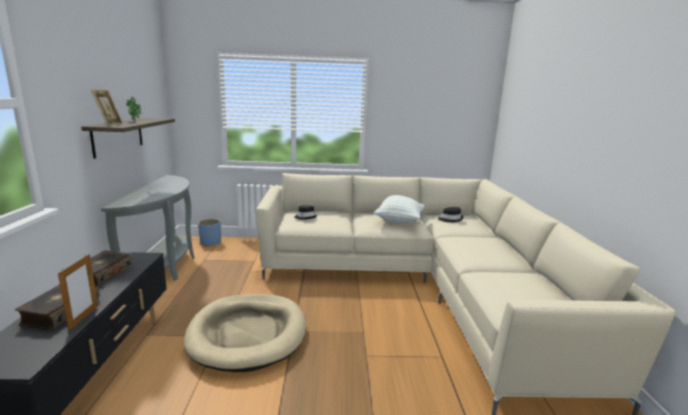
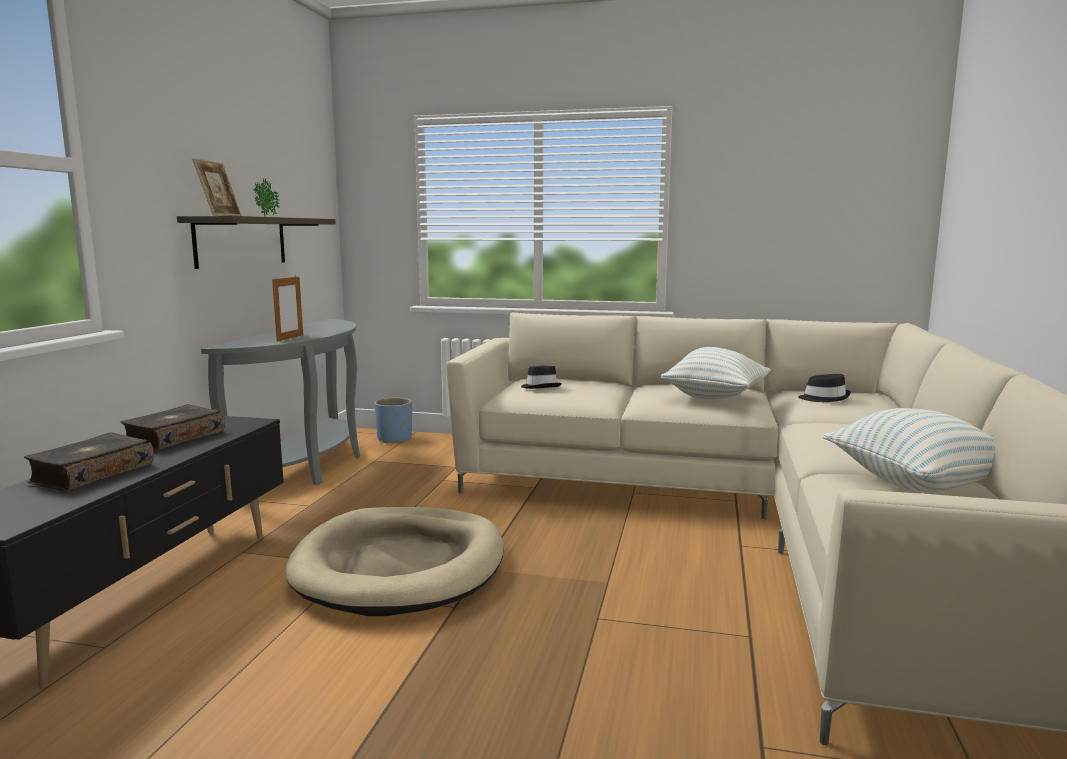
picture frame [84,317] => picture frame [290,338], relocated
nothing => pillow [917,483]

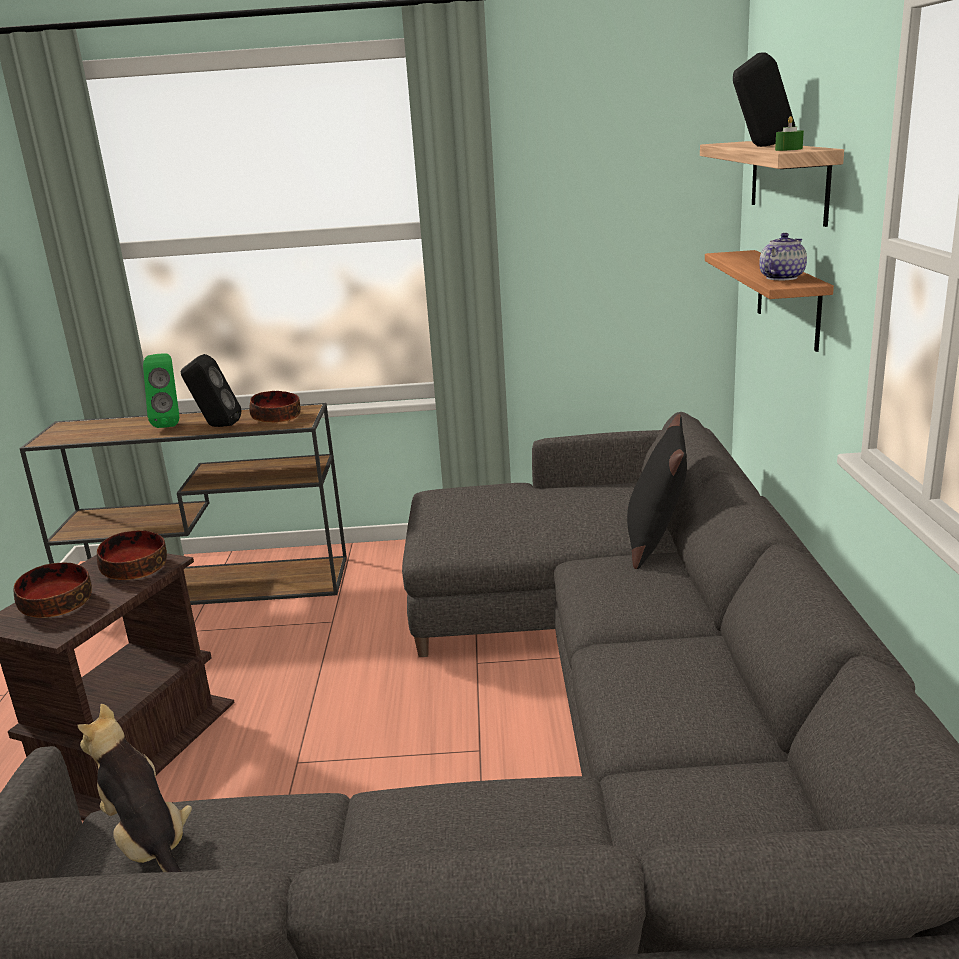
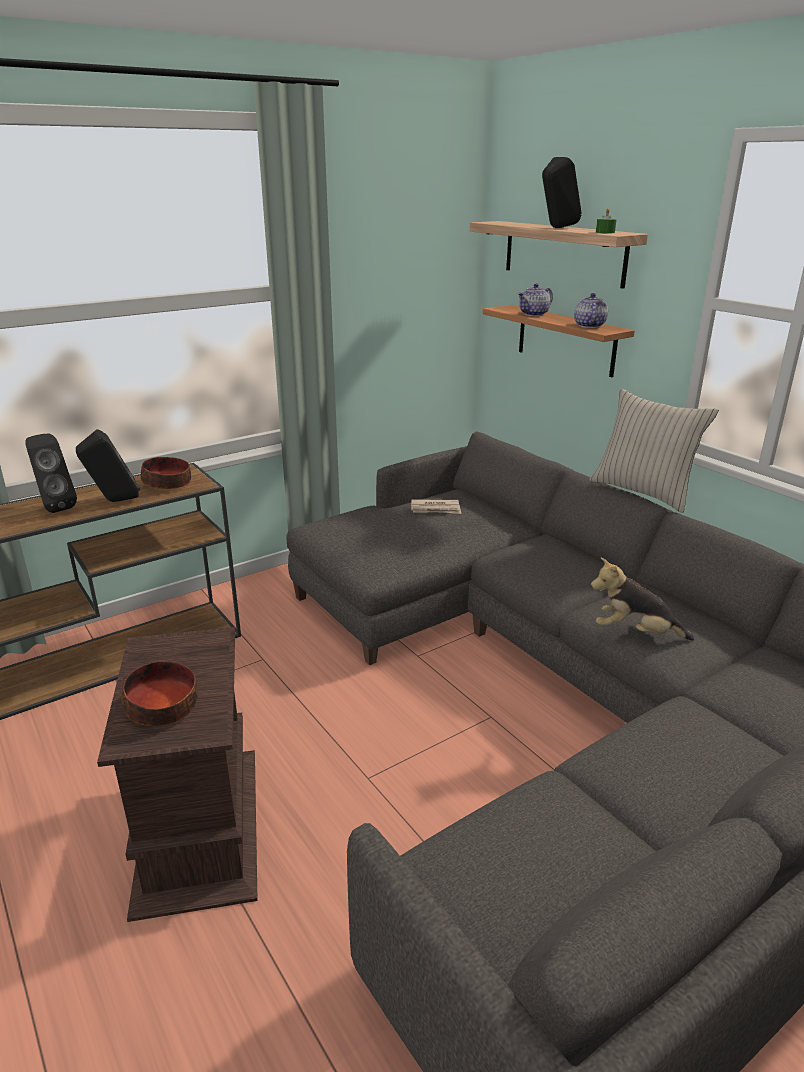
green speaker [170,424] => black speaker [55,507]
black pillow [656,542] => nothing
bowl [134,569] => nothing
plush toy [149,844] => plush toy [635,632], relocated
nothing => teapot [534,314]
nothing => beige pillow [643,492]
nothing => newspaper [436,509]

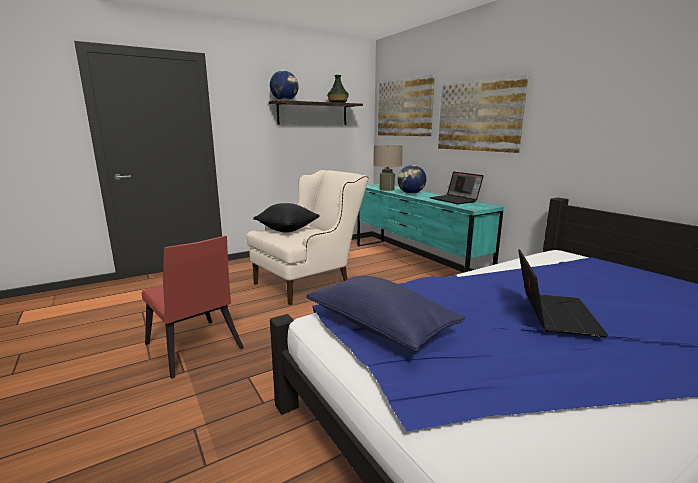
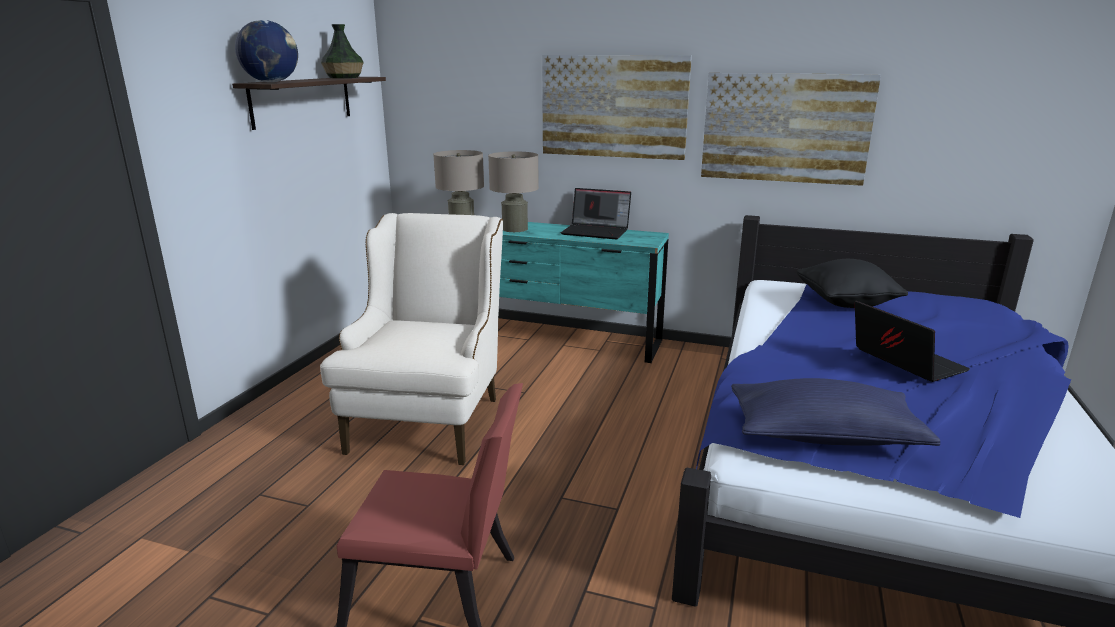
picture [404,107] => picture [785,128], relocated
globe [411,193] => beige table lamp [515,229]
black pillow [287,230] => black pillow [846,303], relocated

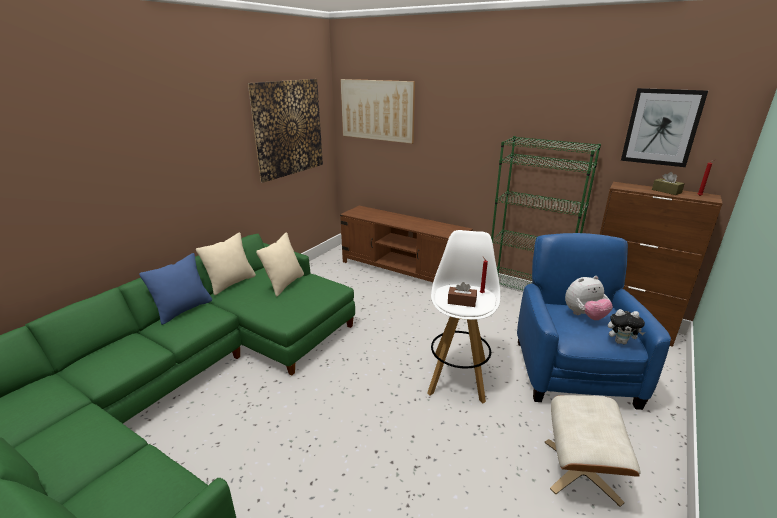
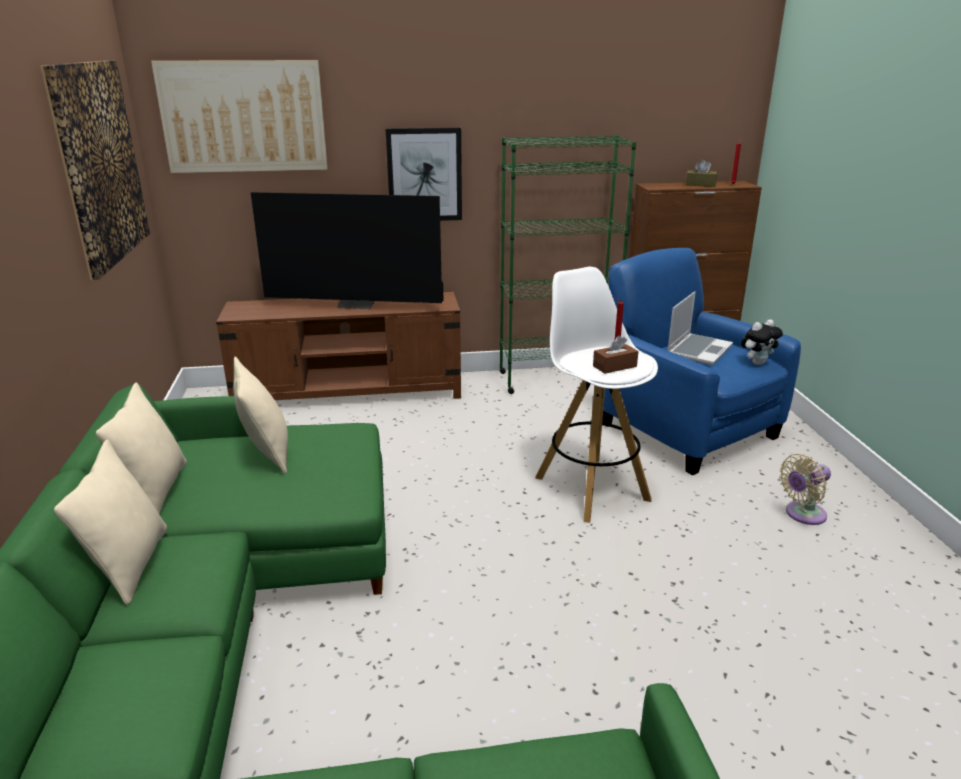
picture [661,127] => picture [424,175], relocated
blue pillow [183,310] => beige pillow [130,565]
plush toy [584,315] => laptop [698,350]
beige ottoman [581,471] => beige fan [802,514]
nothing => television [356,304]

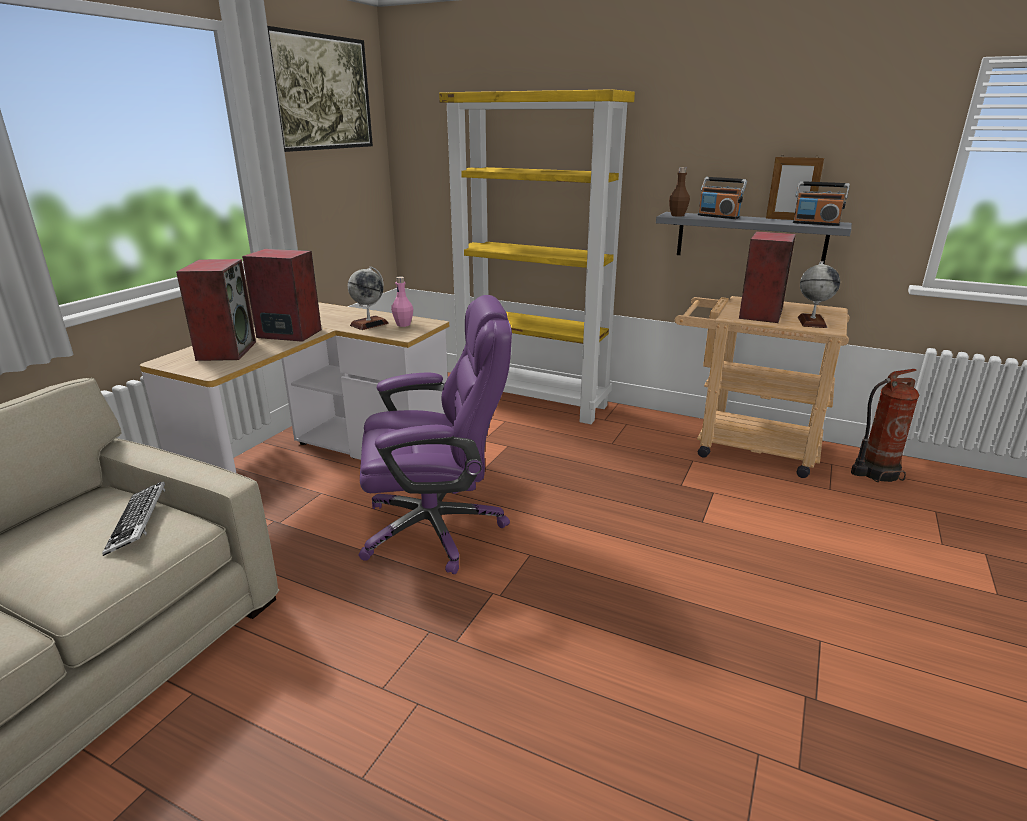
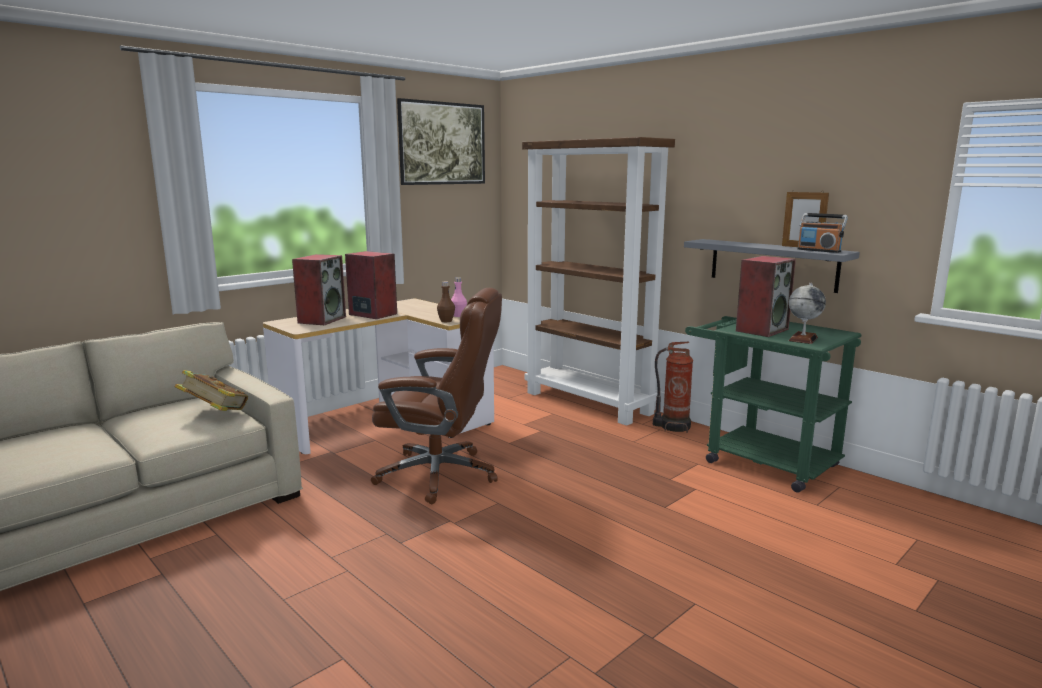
yellow bookcase [533,401] => brown bookcase [589,403]
brown bottle [677,215] => brown bottle [446,321], relocated
radio [718,216] => nothing
globe [369,324] => nothing
purple office chair [436,528] => brown office chair [440,475]
beige cart [744,446] => green cart [760,460]
fire extinguisher [875,473] => fire extinguisher [673,426], relocated
keyboard [138,522] => book [215,413]

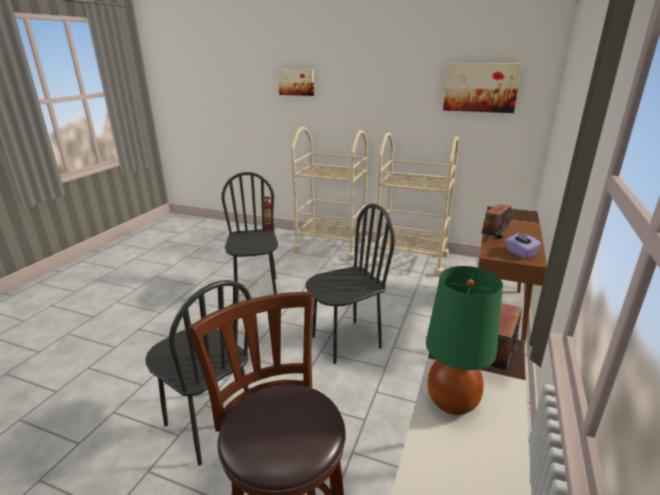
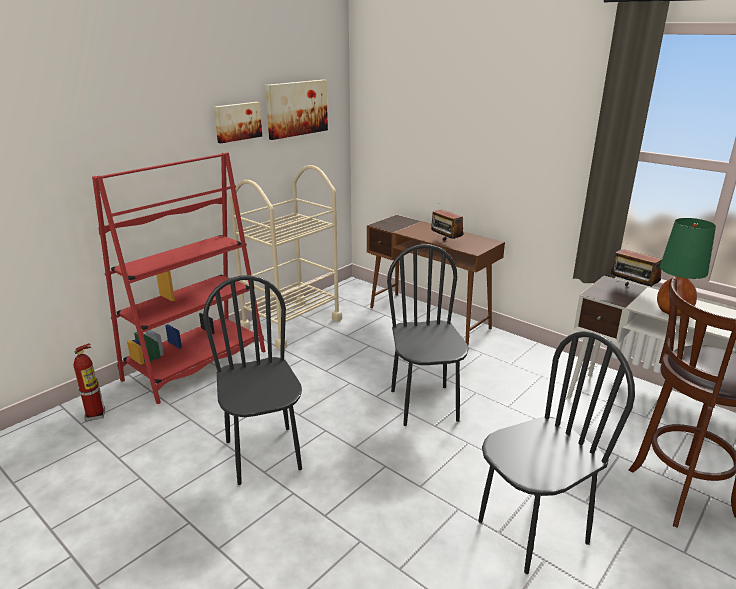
picture [296,82] => picture [237,121], relocated
beige cart [331,246] => red bookcase [196,365]
black chair [256,290] => black chair [264,454], 60 degrees clockwise
purple tissue box [520,253] => nothing

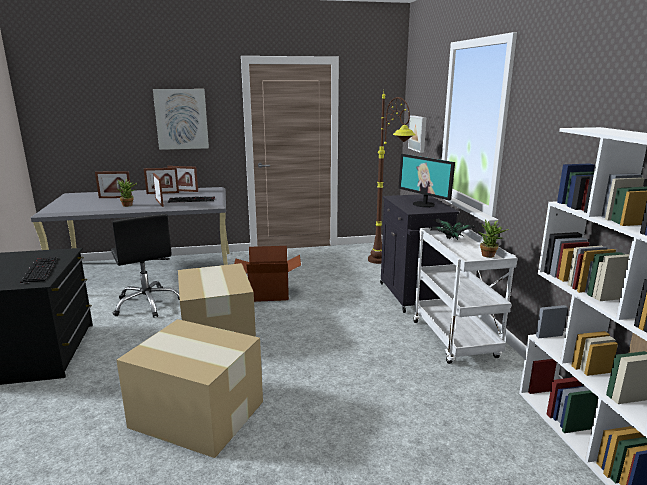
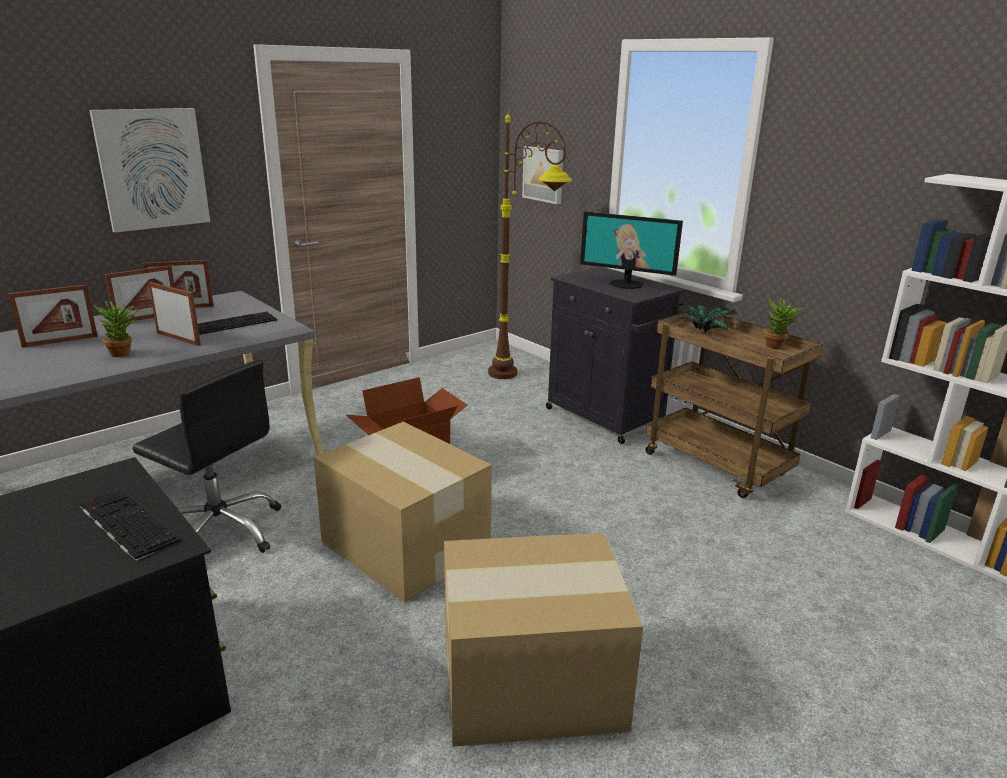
white cart [455,340] => brown cart [718,465]

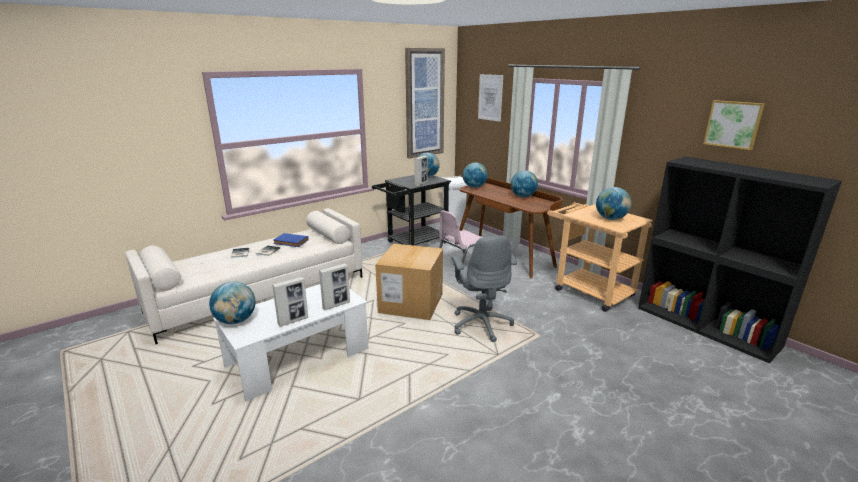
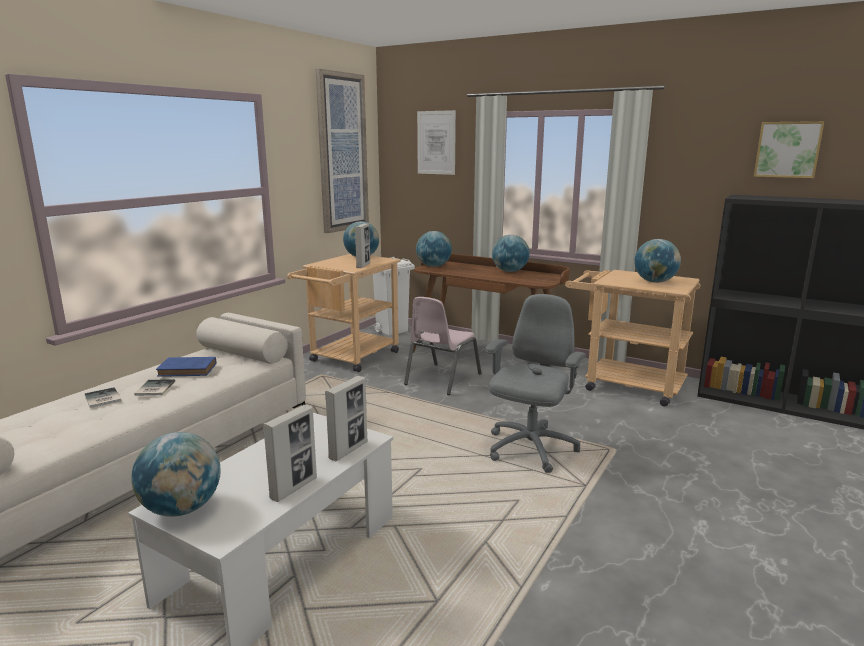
black cart [413,243] => beige cart [350,359]
grey office chair [481,324] => grey office chair [530,449], 120 degrees counterclockwise
cardboard box [411,303] => nothing

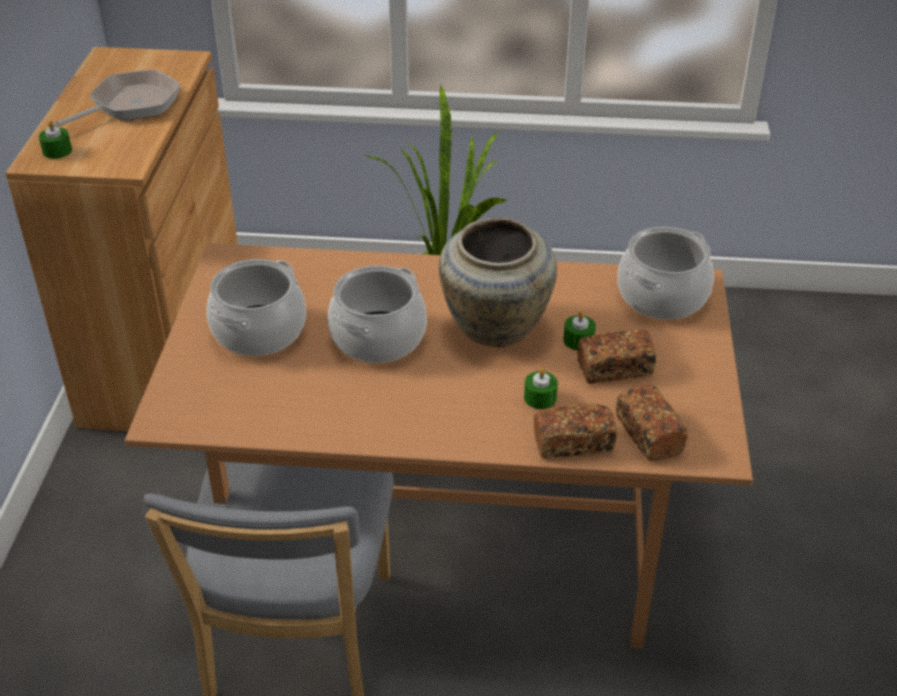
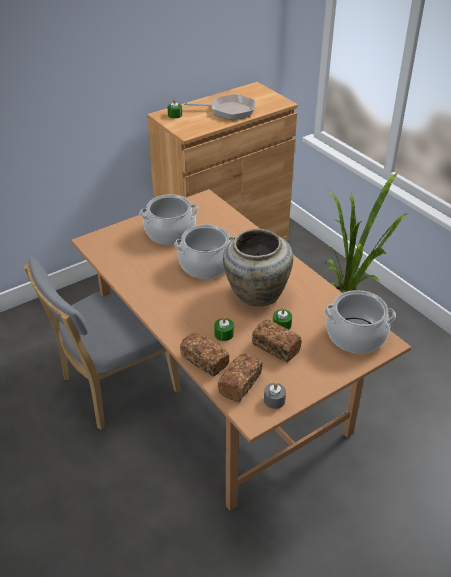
nothing => grey candle [274,400]

